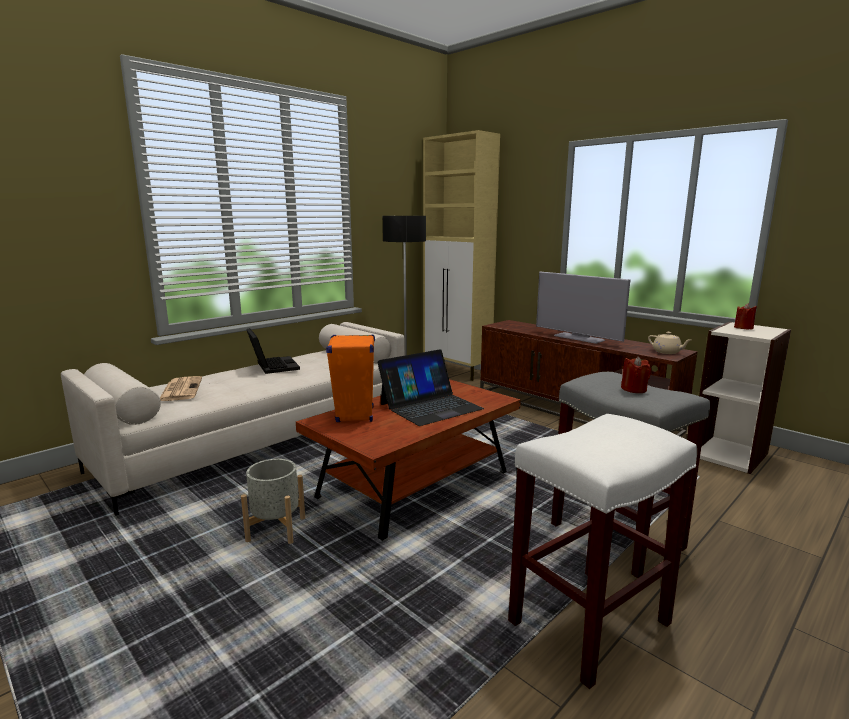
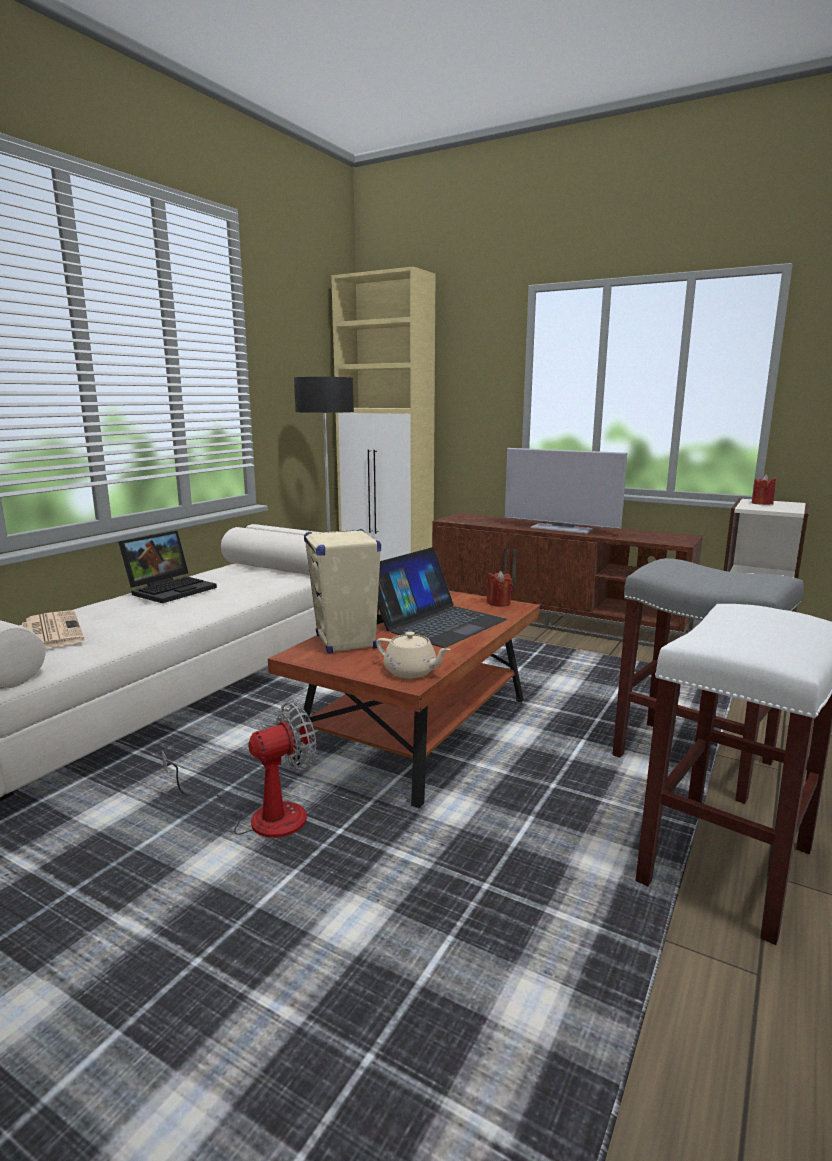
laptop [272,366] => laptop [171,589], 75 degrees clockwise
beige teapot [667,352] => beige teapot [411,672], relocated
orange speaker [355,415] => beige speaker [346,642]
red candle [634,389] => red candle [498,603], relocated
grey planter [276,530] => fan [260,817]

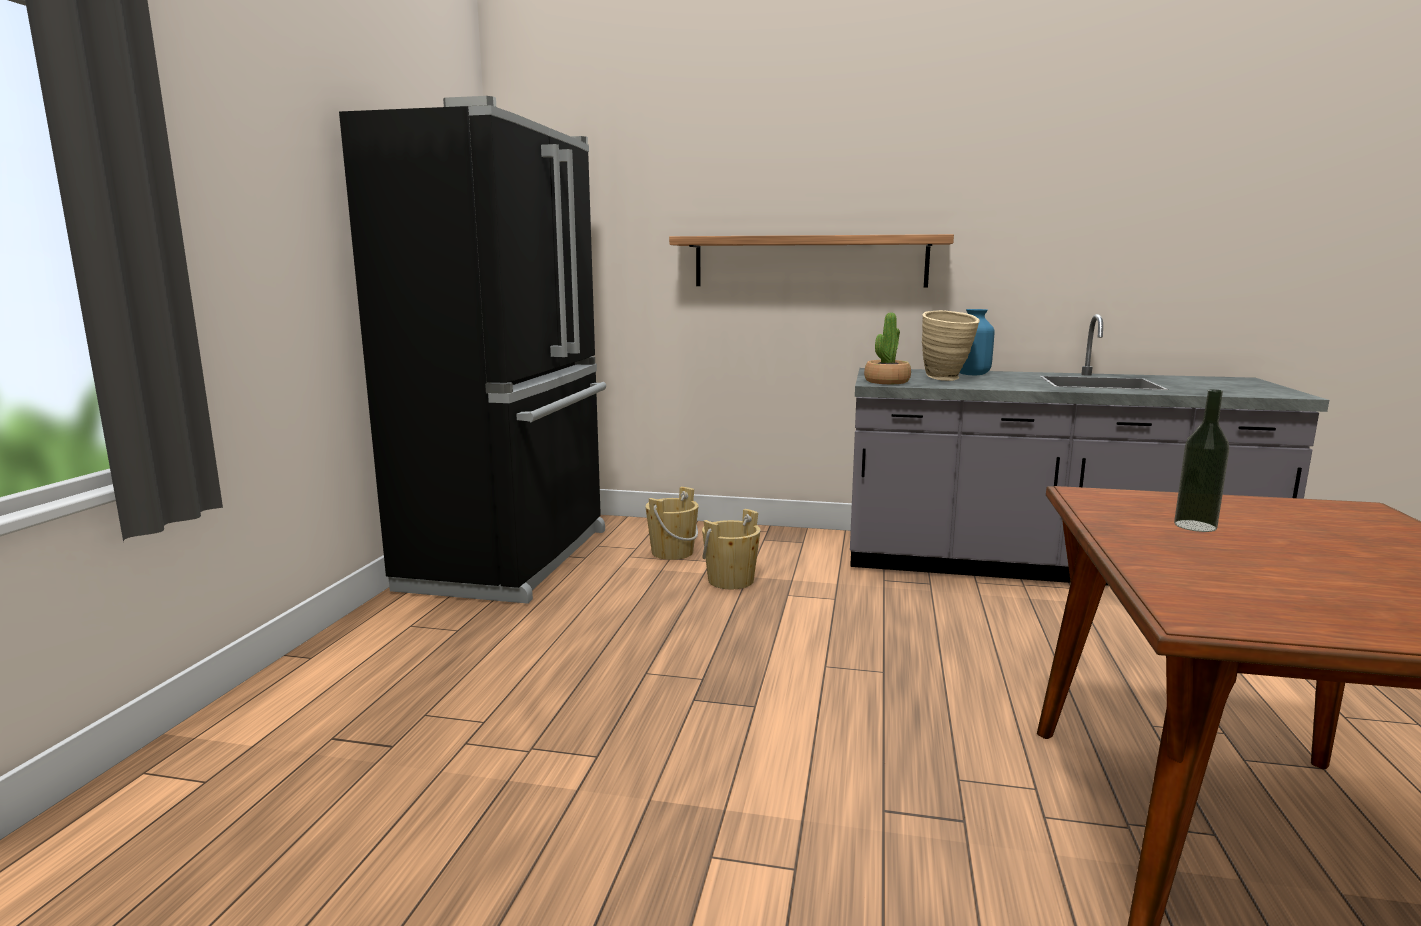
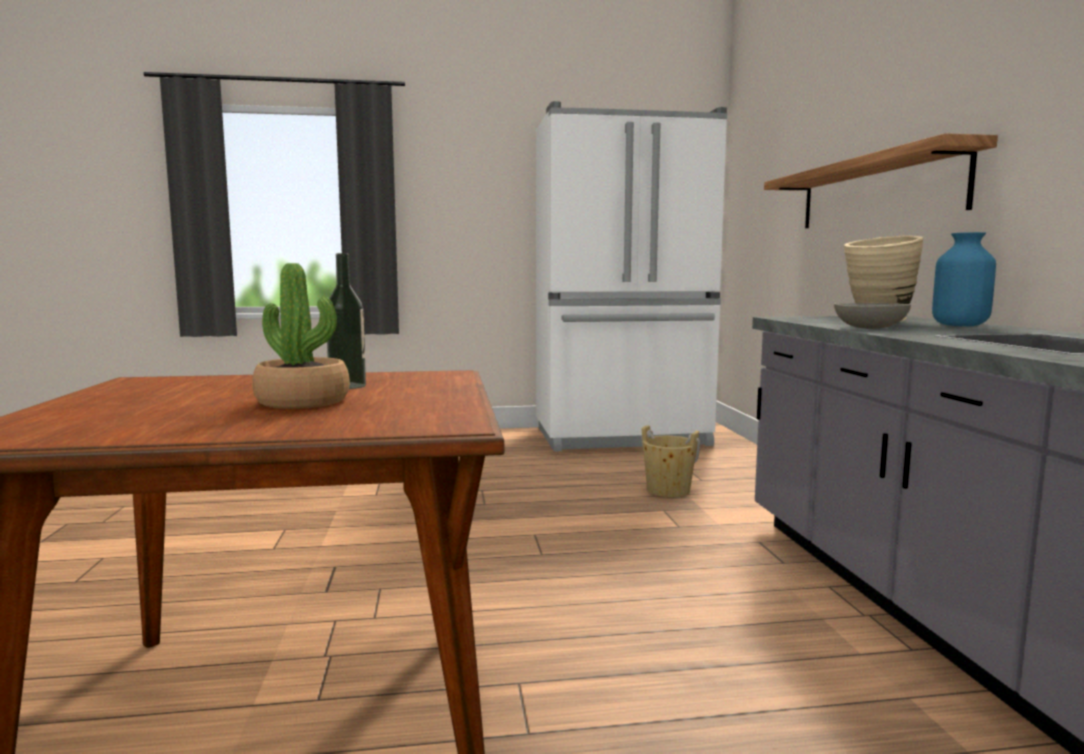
black fridge [512,558] => white fridge [623,437]
potted plant [886,381] => potted plant [303,401], relocated
beige bucket [672,552] => nothing
nothing => grey bowl [870,329]

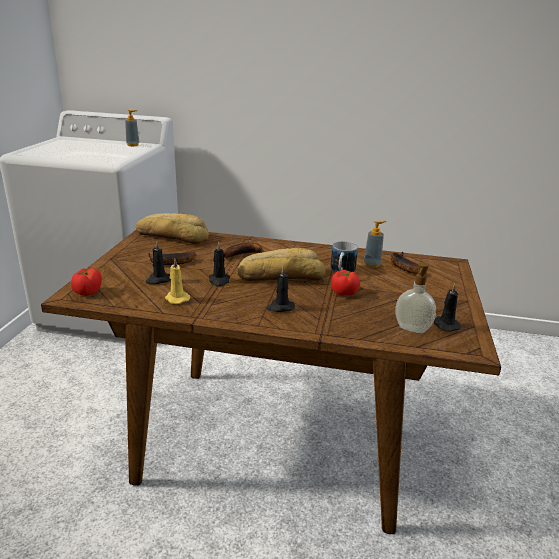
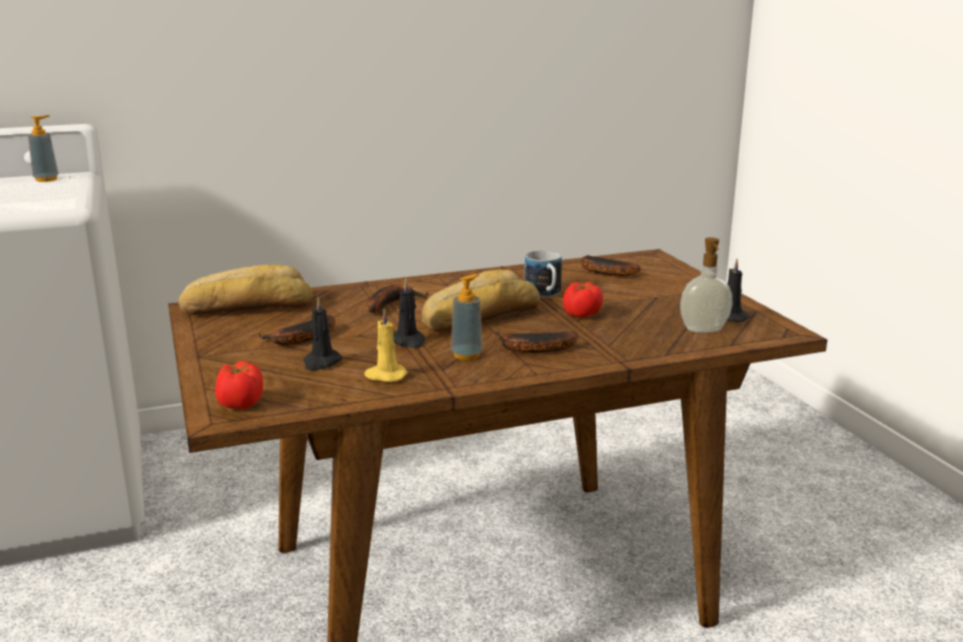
soap dispenser [372,265] => soap dispenser [466,355], relocated
black candle [280,307] => banana [532,349]

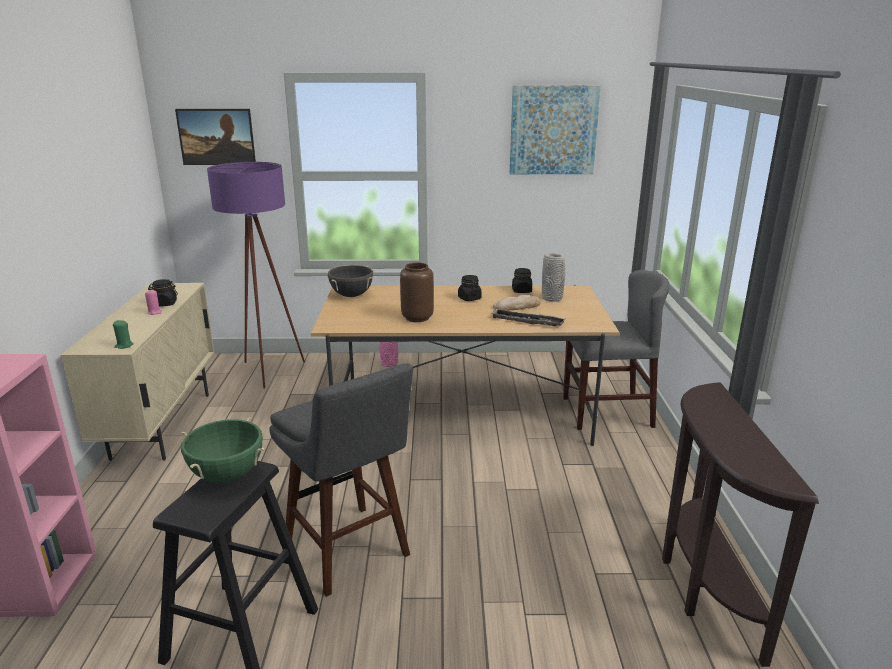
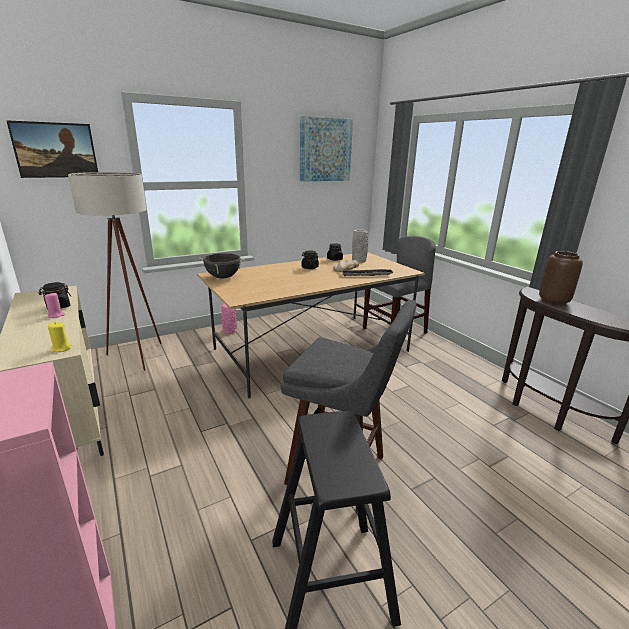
purple floor lamp [269,374] => beige floor lamp [138,359]
brown vase [416,318] => brown vase [553,301], relocated
green candle [124,345] => yellow candle [61,348]
green cooking pot [227,475] => nothing

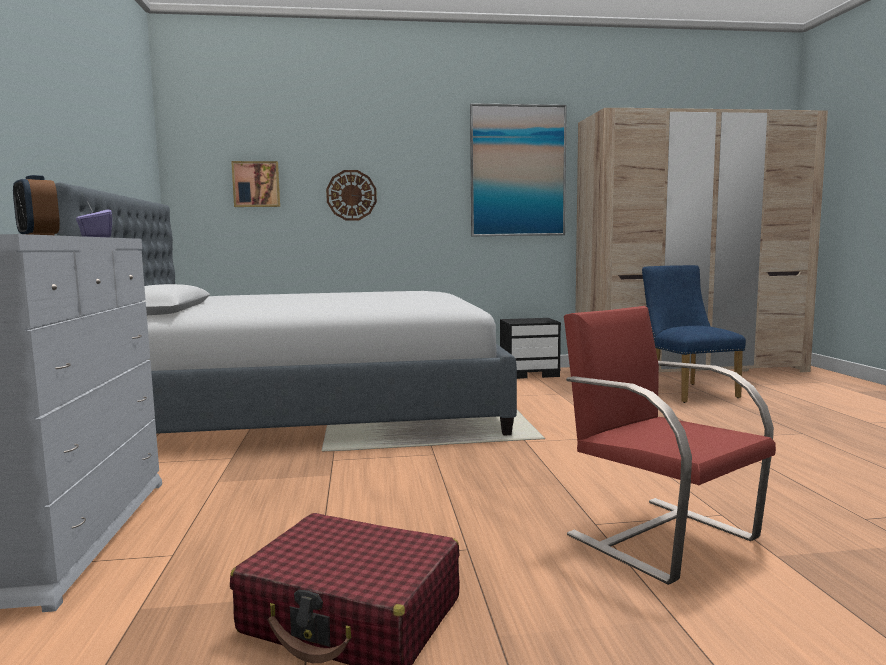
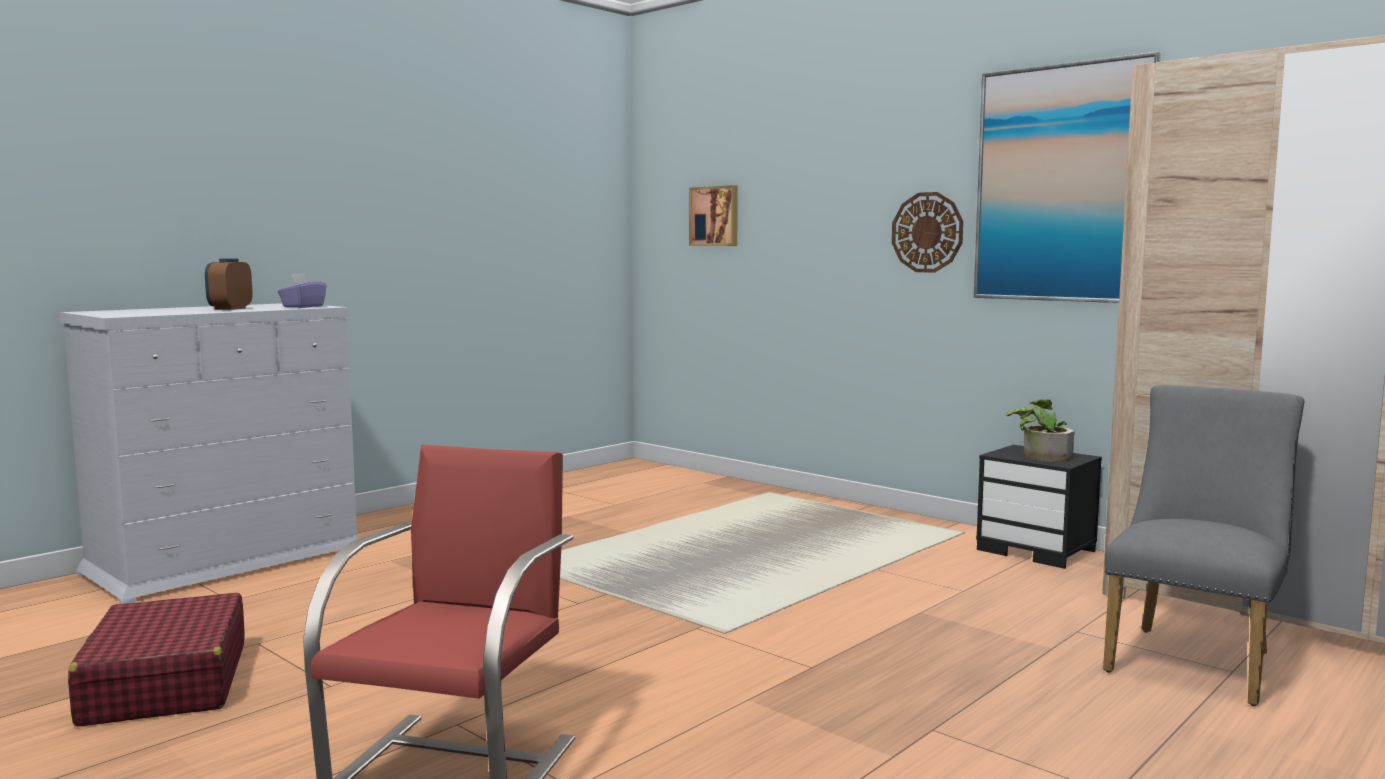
wall clock [351,195] => wall clock [927,232], relocated
bed [316,409] => nothing
blue chair [686,391] => grey chair [1195,660]
nothing => potted plant [1040,456]

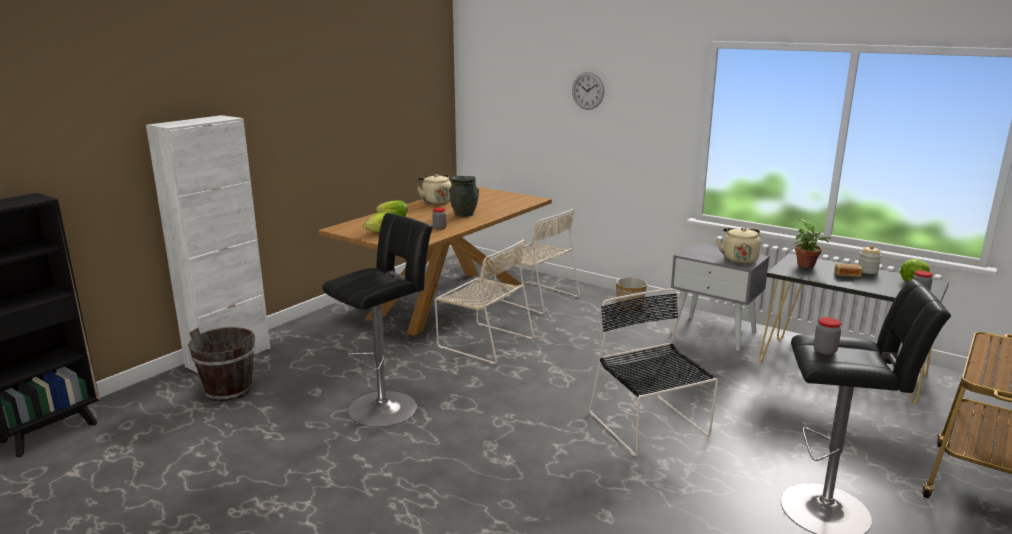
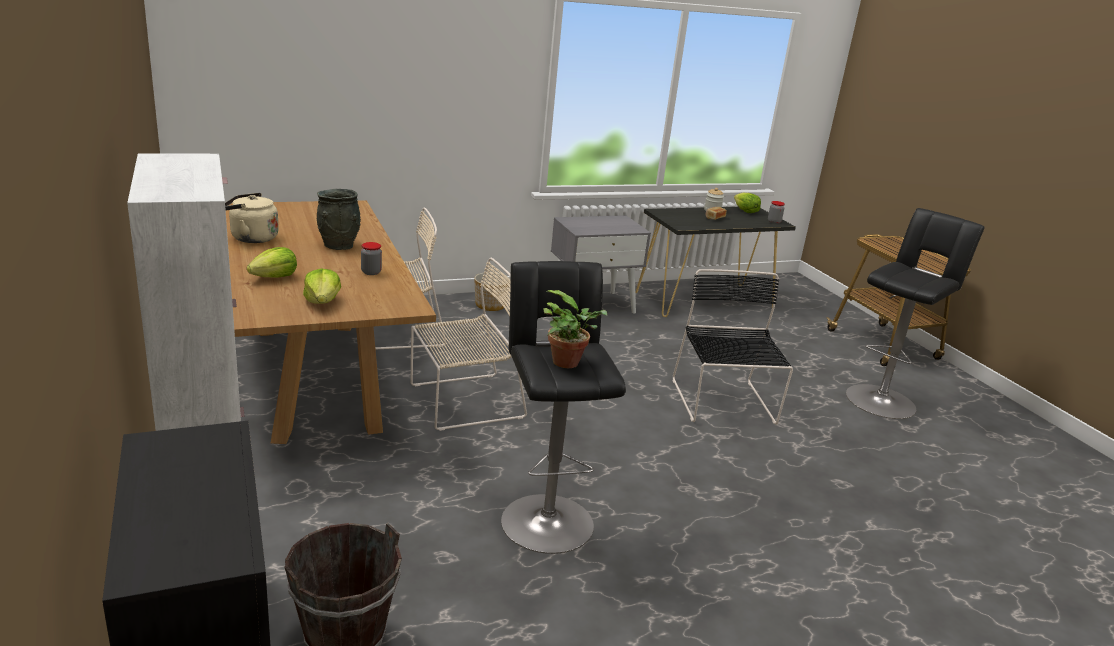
wall clock [588,91] => nothing
potted plant [807,266] => potted plant [569,363], relocated
beige kettle [739,259] => nothing
black chair [650,427] => black chair [723,403], 75 degrees clockwise
jar [825,351] => nothing

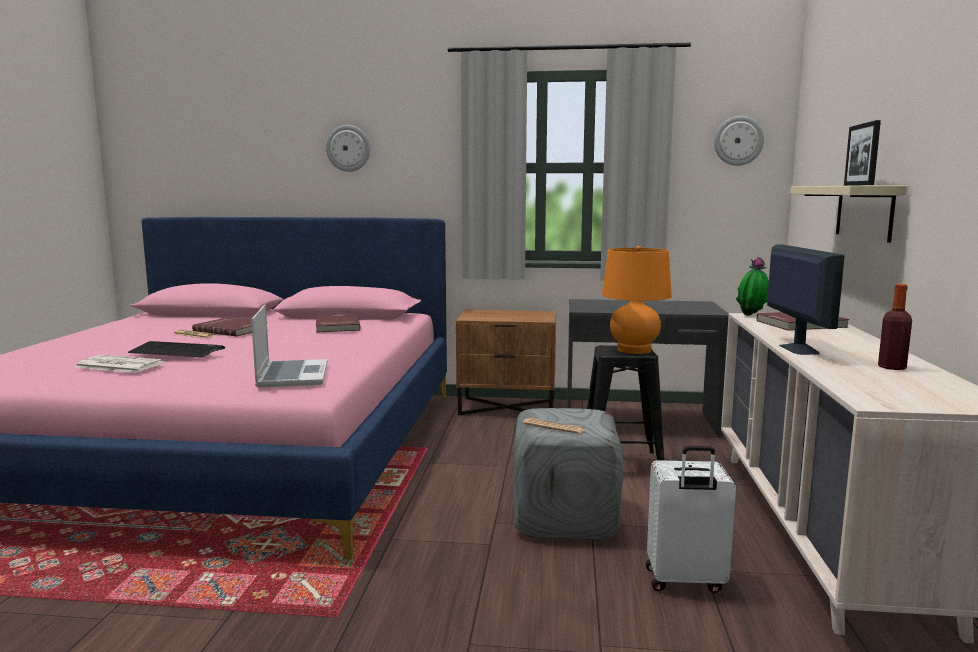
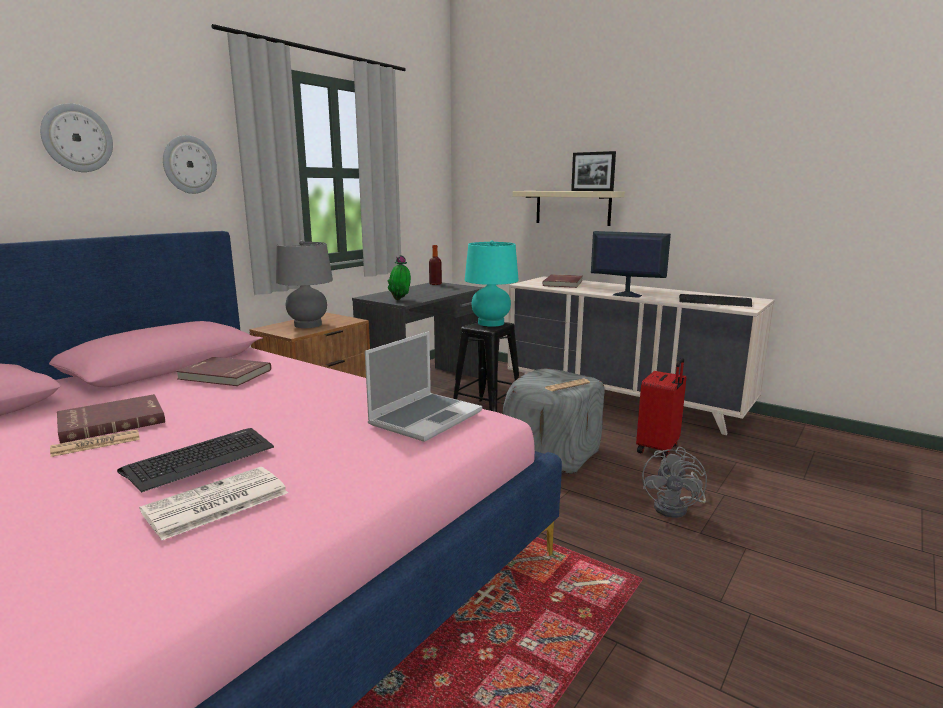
wall clock [738,141] => wall clock [189,164], relocated
orange table lamp [634,350] => turquoise table lamp [491,323]
potted plant [751,316] => potted plant [400,300], relocated
bottle [892,367] => bottle [435,284], relocated
laptop [291,375] => laptop [425,418], 105 degrees clockwise
white suitcase [684,581] => red suitcase [659,449]
nothing => grey table lamp [308,325]
nothing => keyboard [714,302]
nothing => grey fan [676,508]

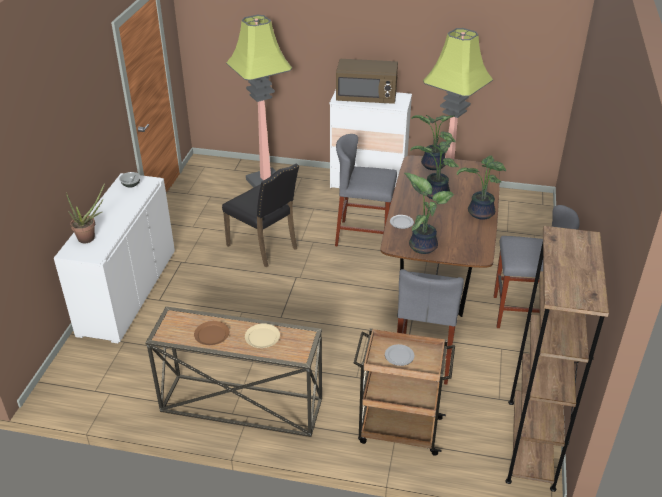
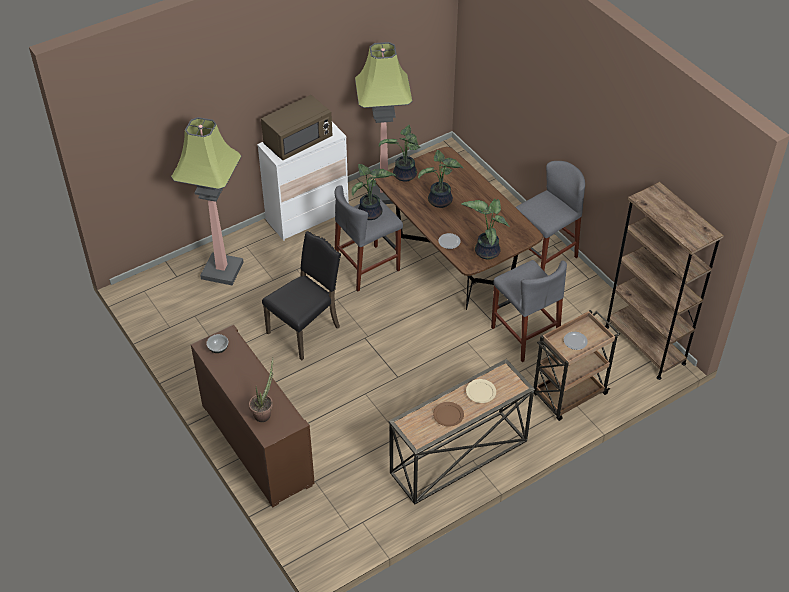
potted plant [480,214] => potted plant [370,214], relocated
black chair [264,246] => black chair [306,330], 45 degrees counterclockwise
white cabinet [128,292] => brown cabinet [257,444]

